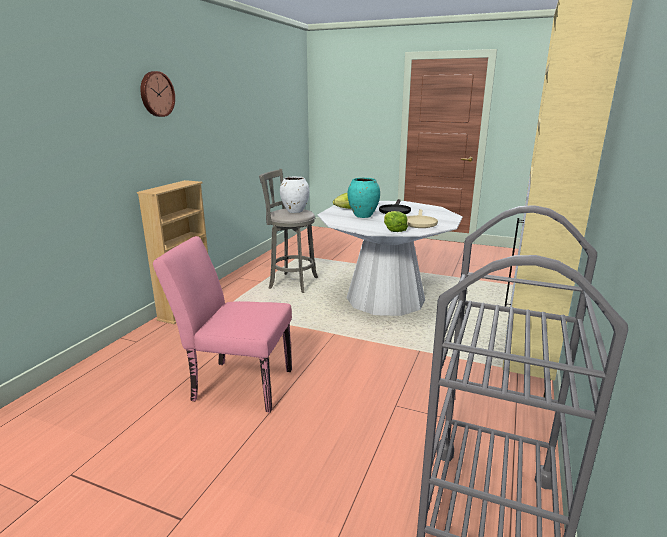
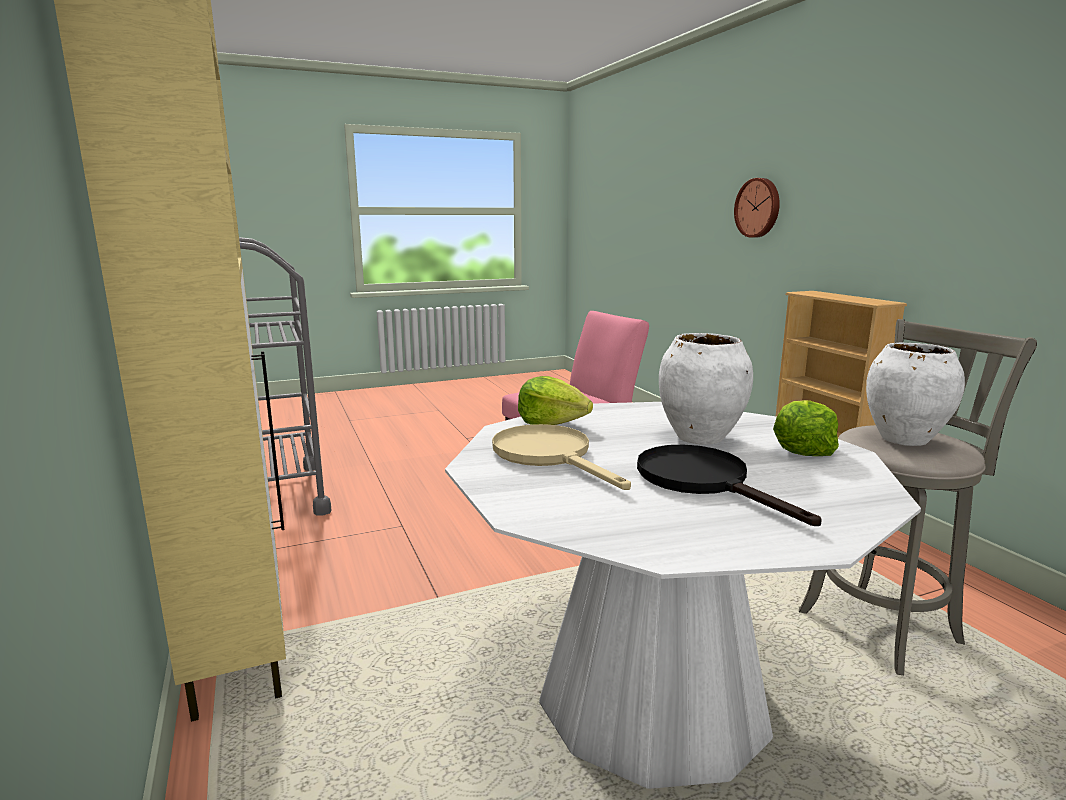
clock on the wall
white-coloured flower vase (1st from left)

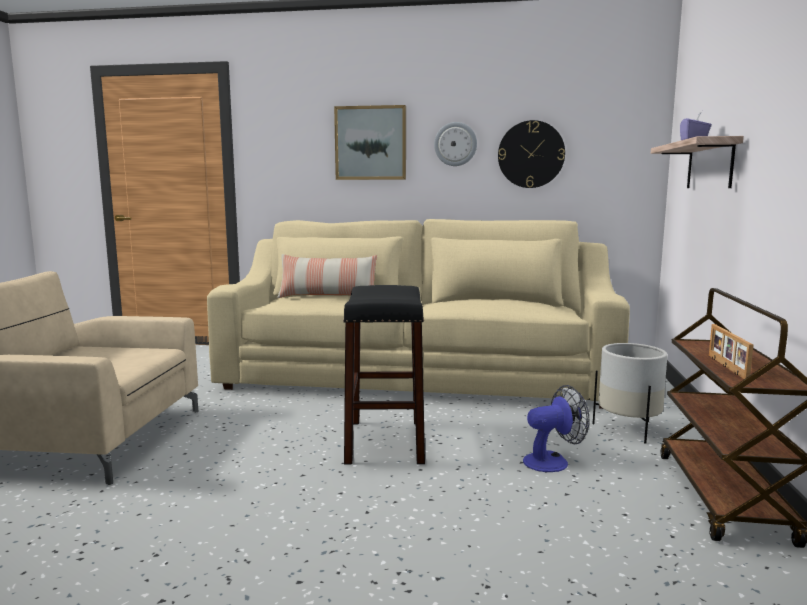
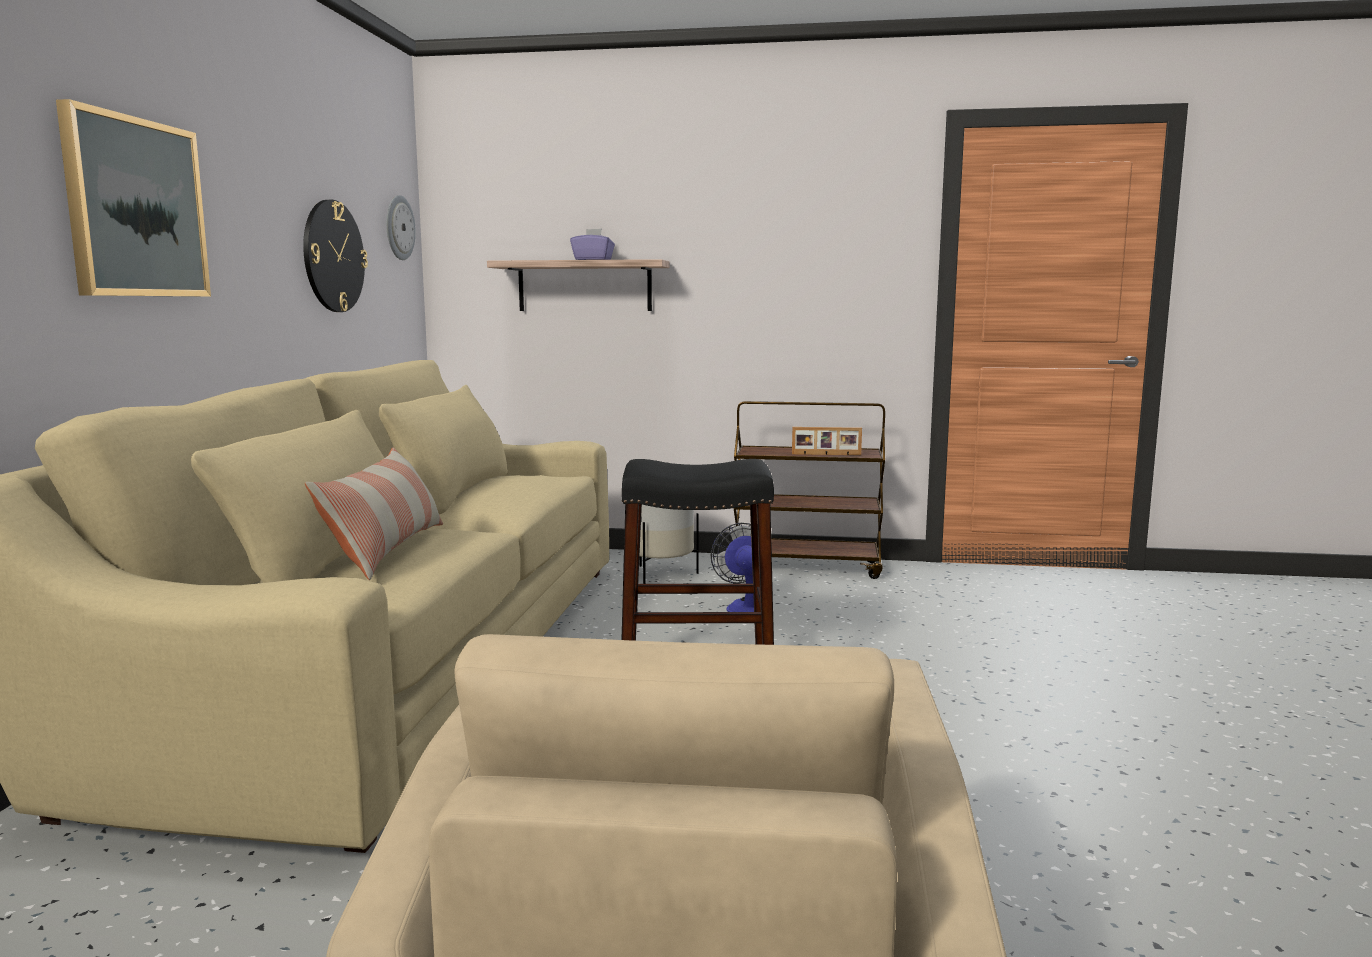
clock on the wall (2nd from left)

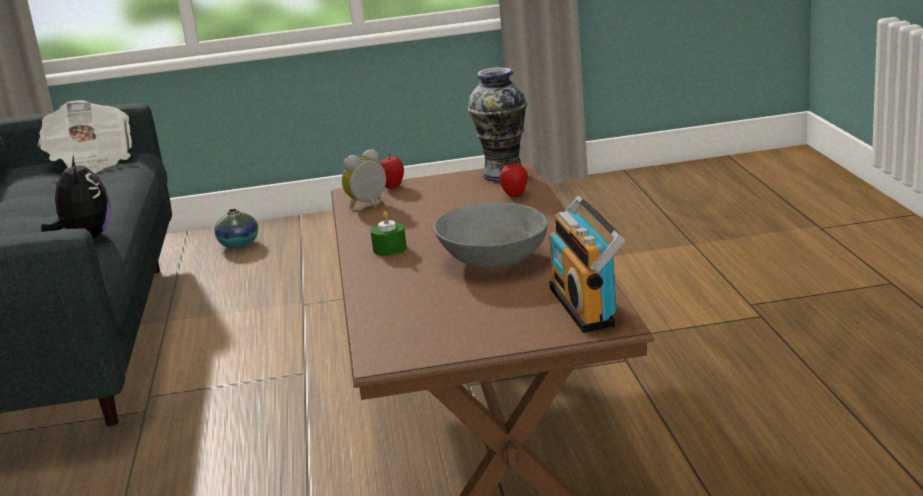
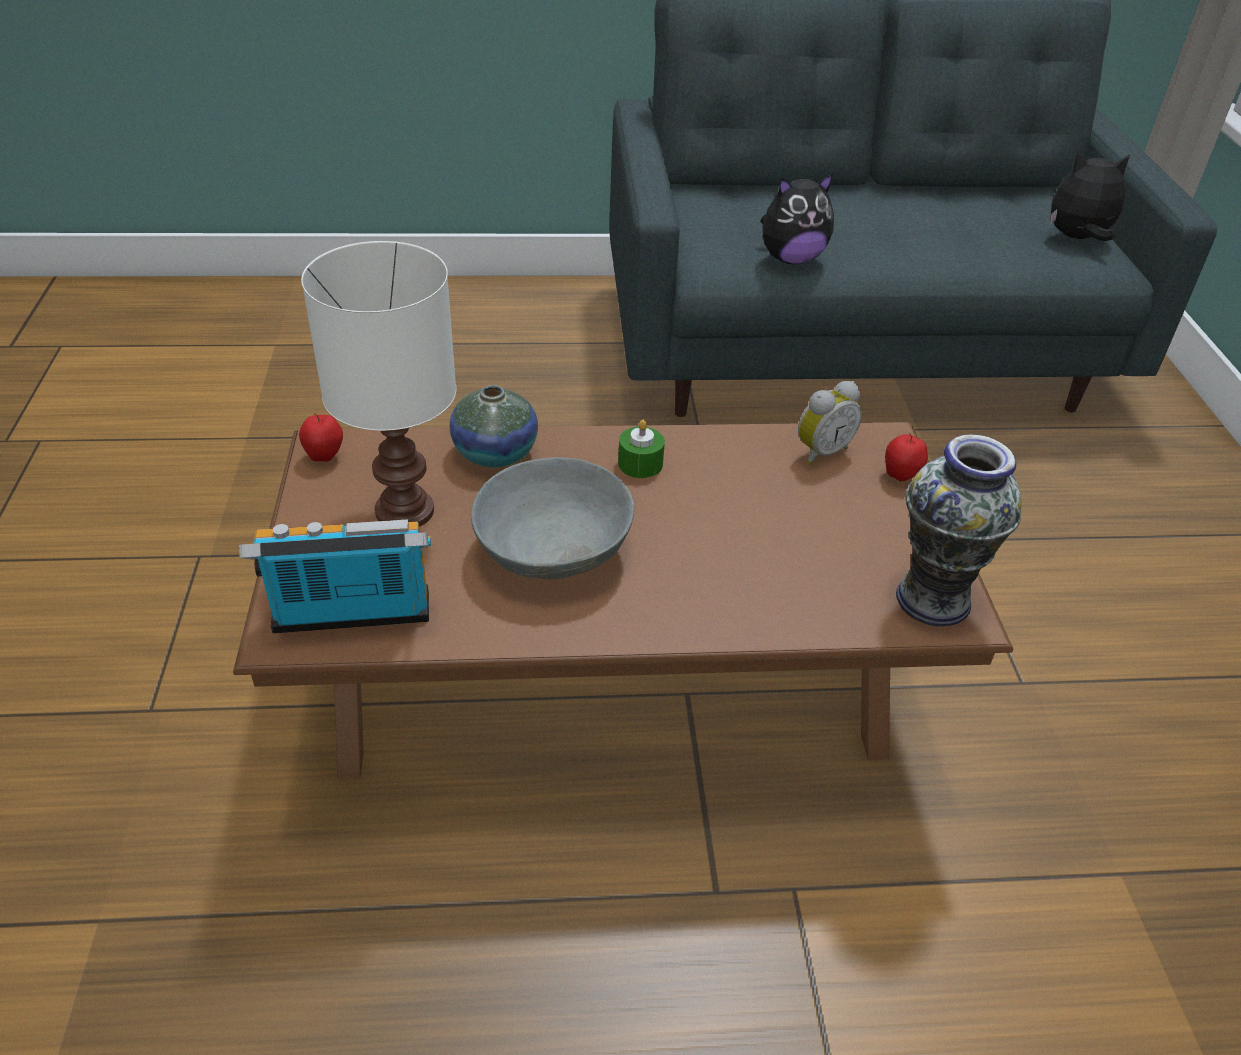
white-coloured tabletop lamp
flower vase (1st from left)
apple fruit (1st from left)
soft toy (2nd from left)
table clock

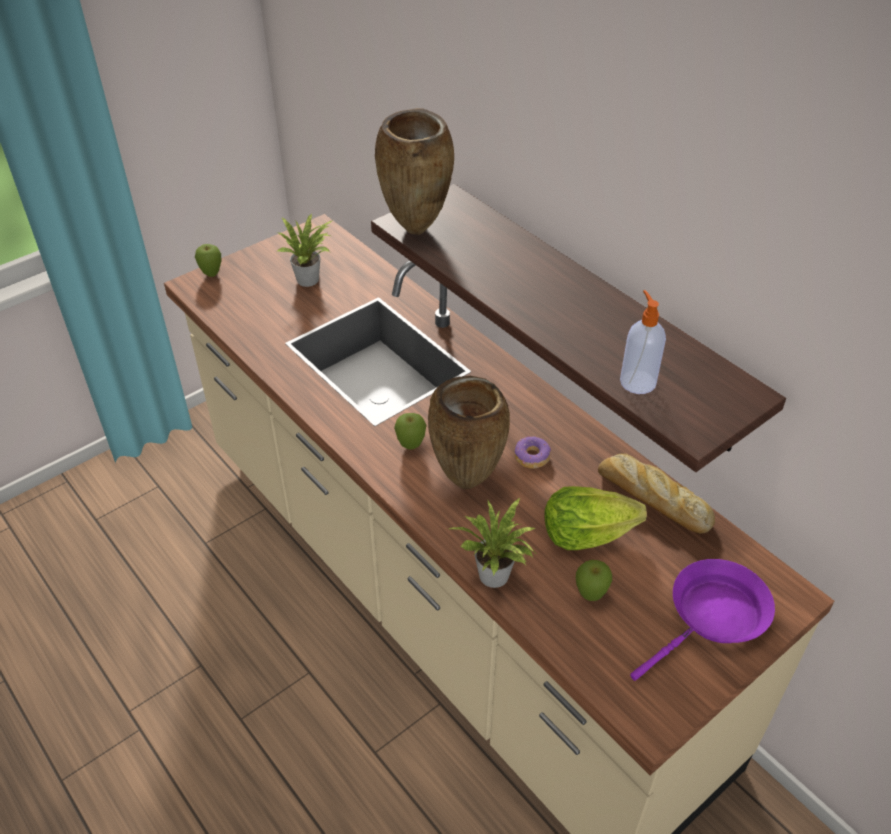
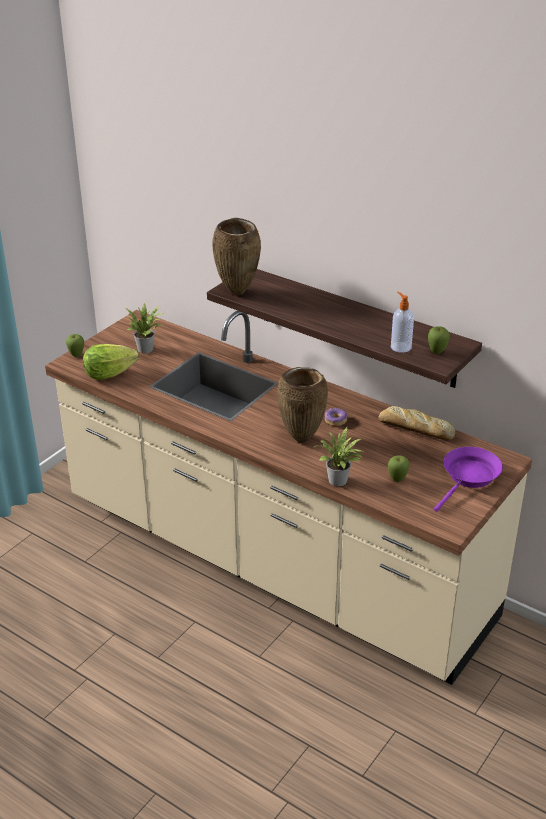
apple fruit (3rd from left)
lettuce head

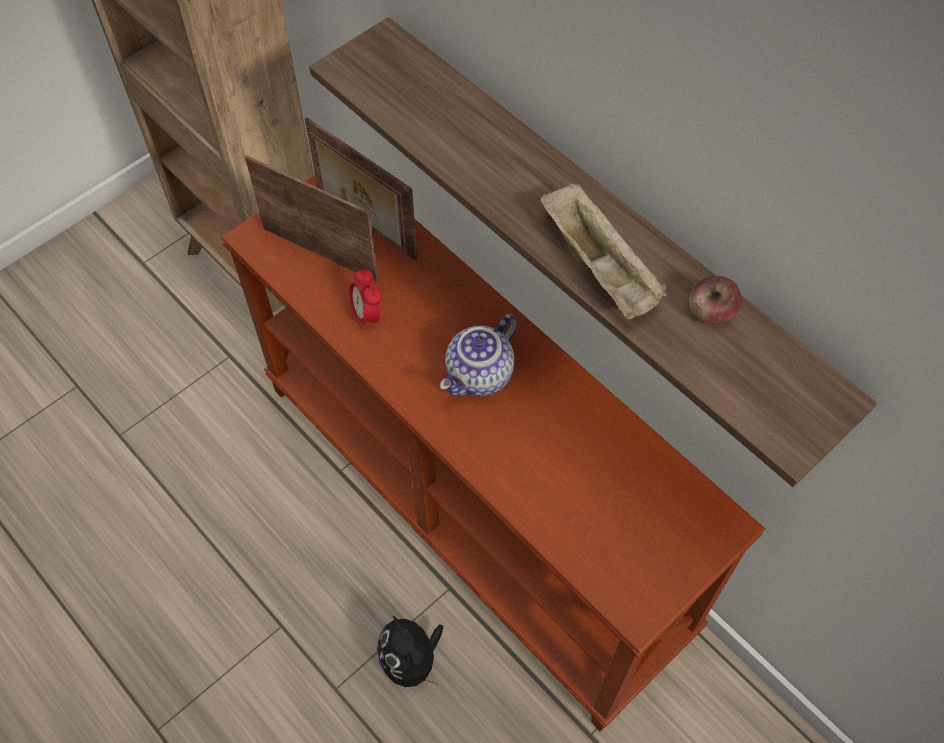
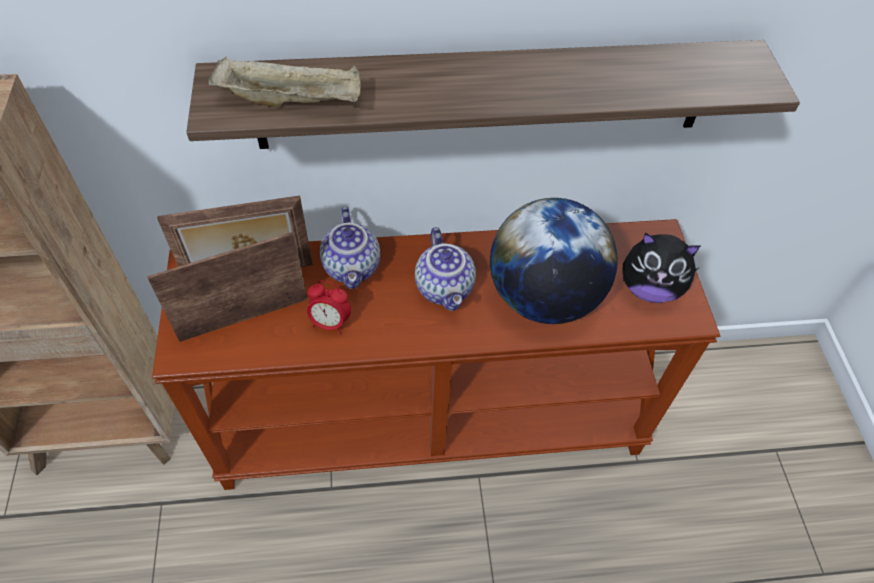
apple fruit
tea pot (1st from left)
desk globe
soft toy
beige-coloured serving tray

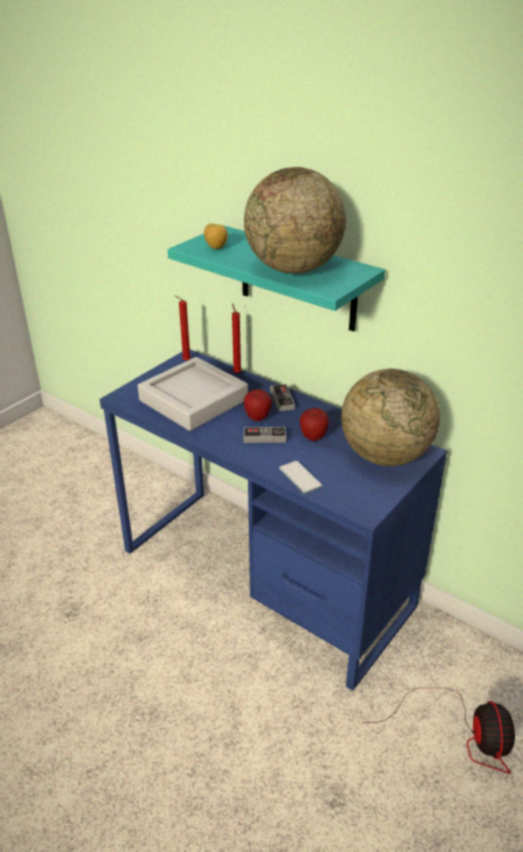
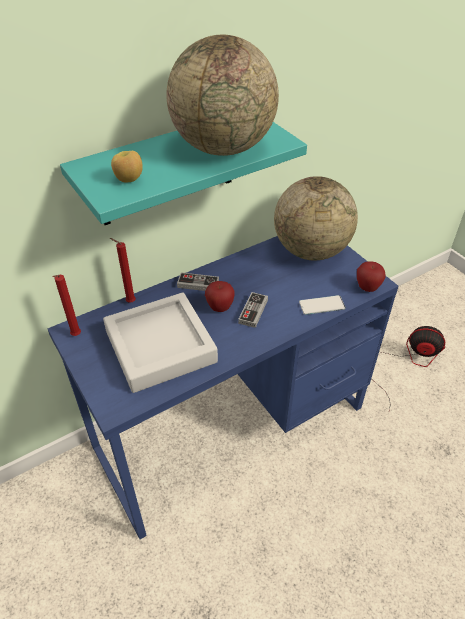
apple fruit (3rd from left)

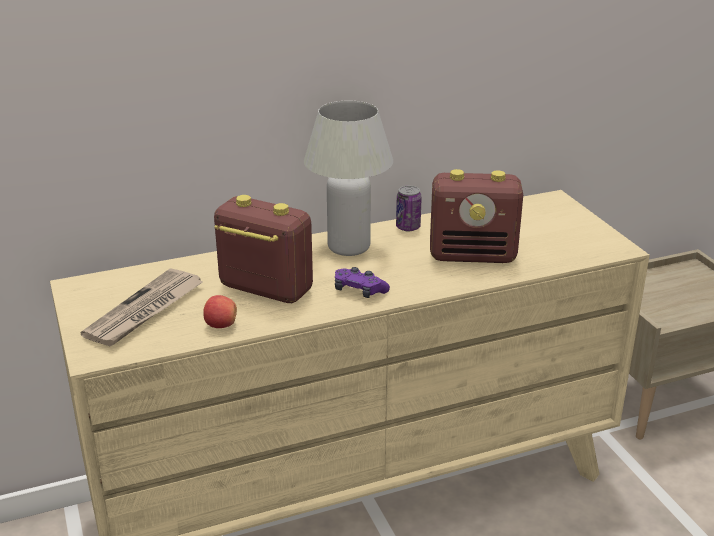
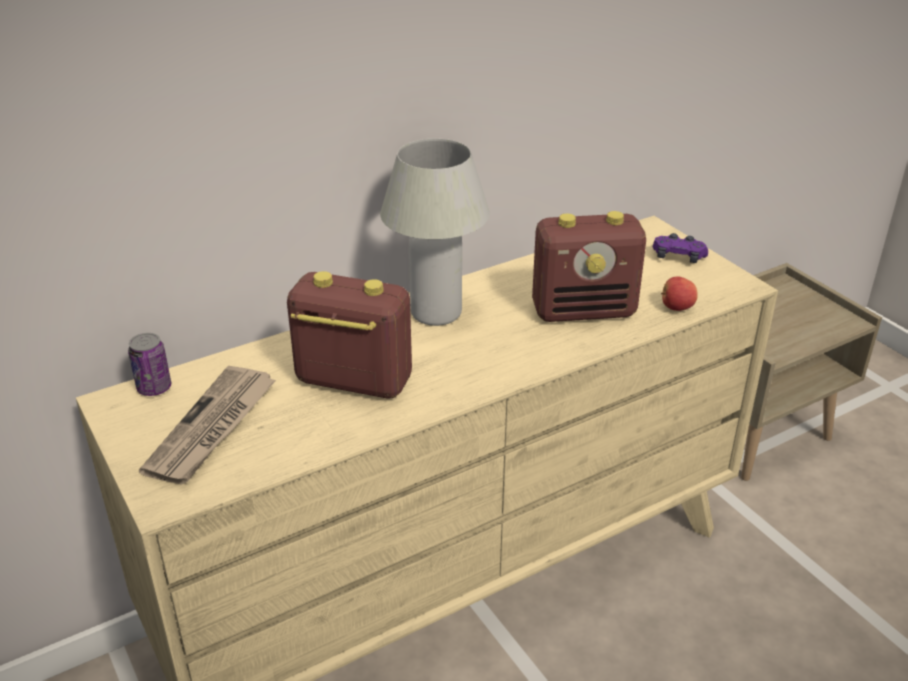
apple fruit
purplish joypad
sealed can

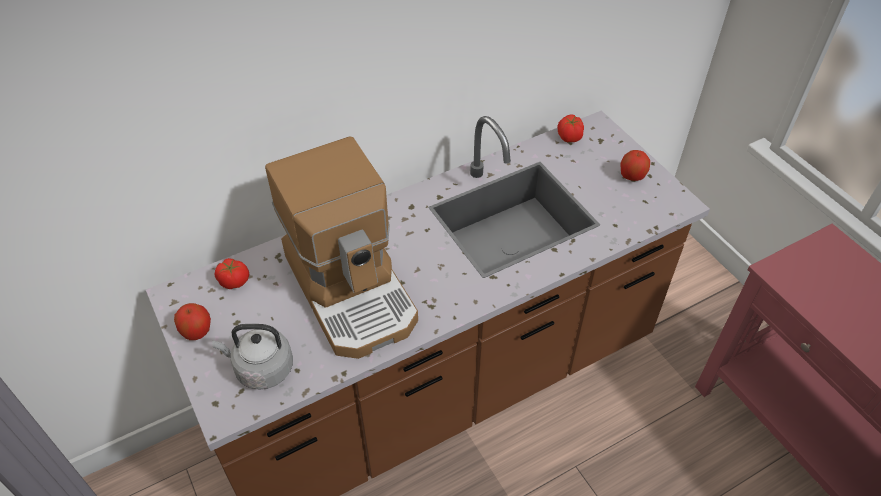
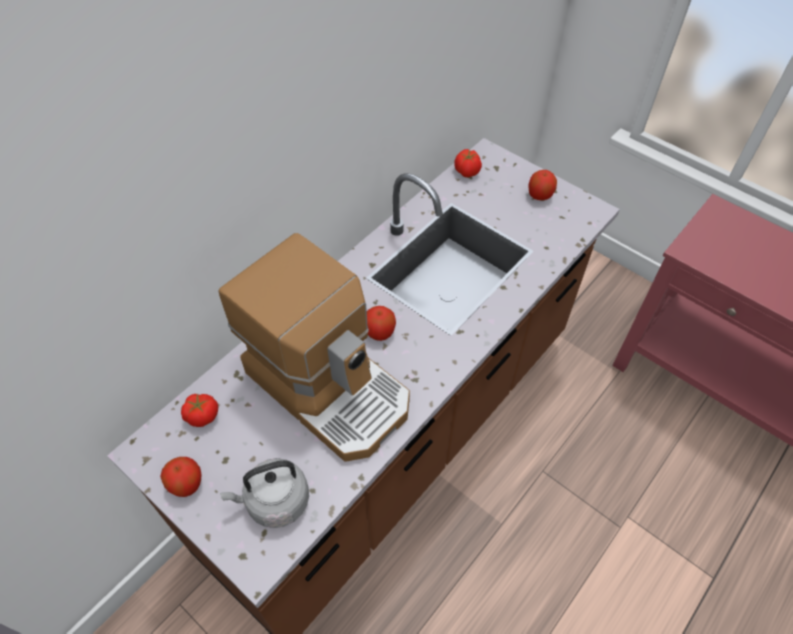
apple fruit (2nd from left)

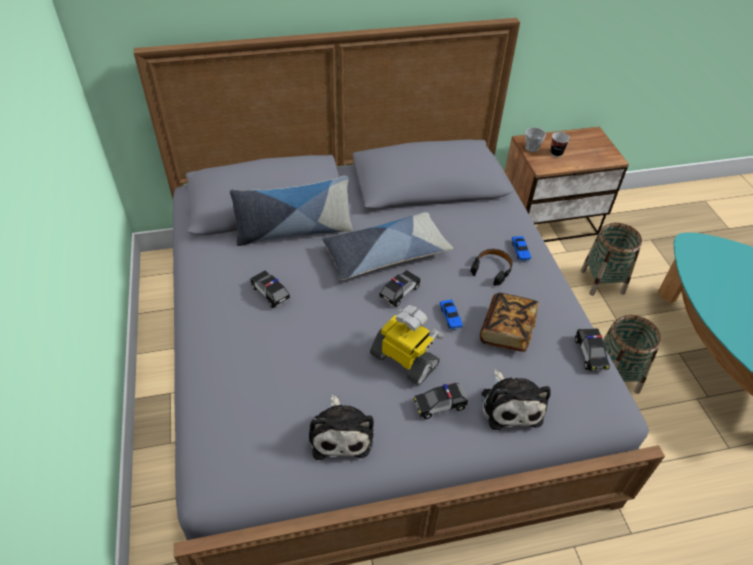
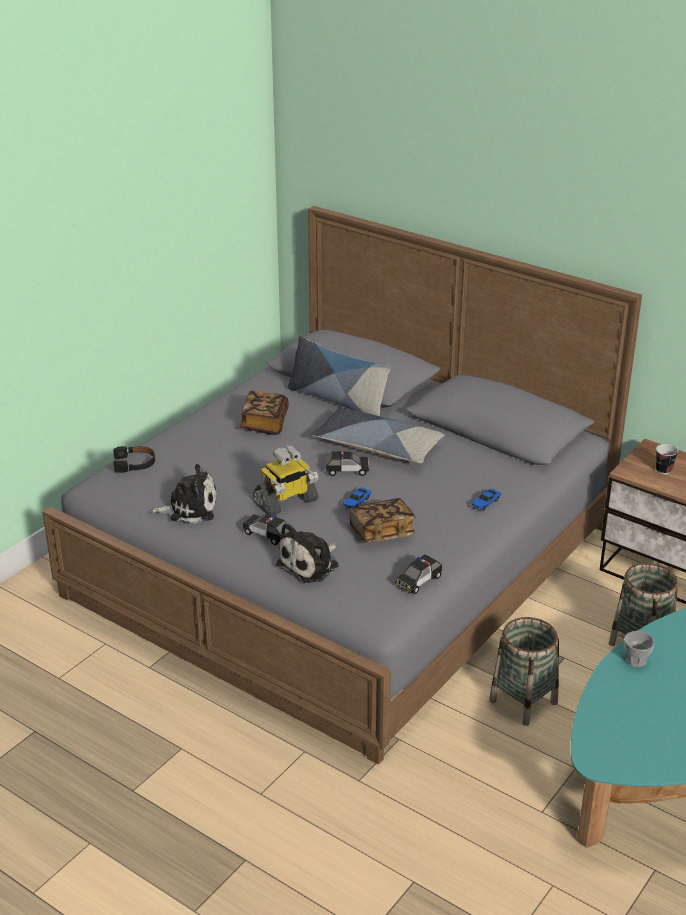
black-coloured headset
drinking cup (1st from left)
volume (1st from left)
soft toy (1st from left)
robot figure

